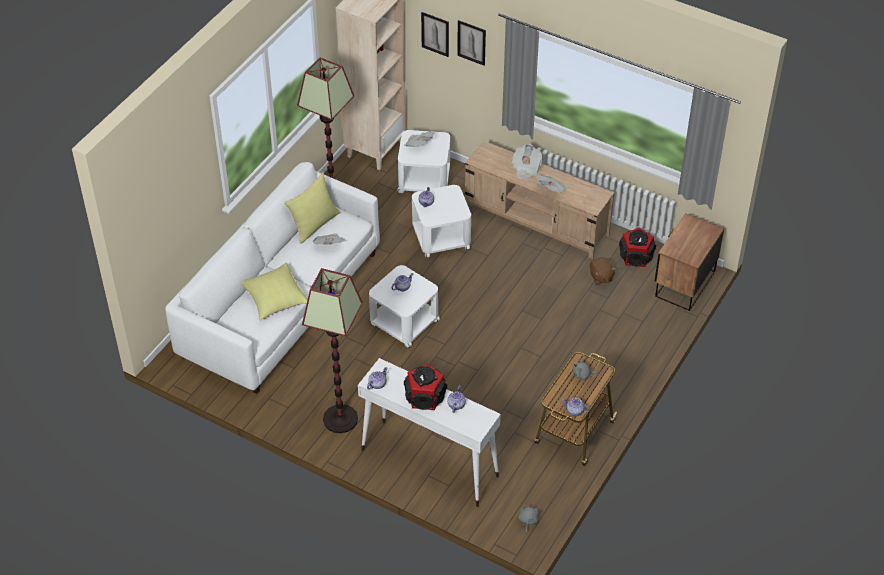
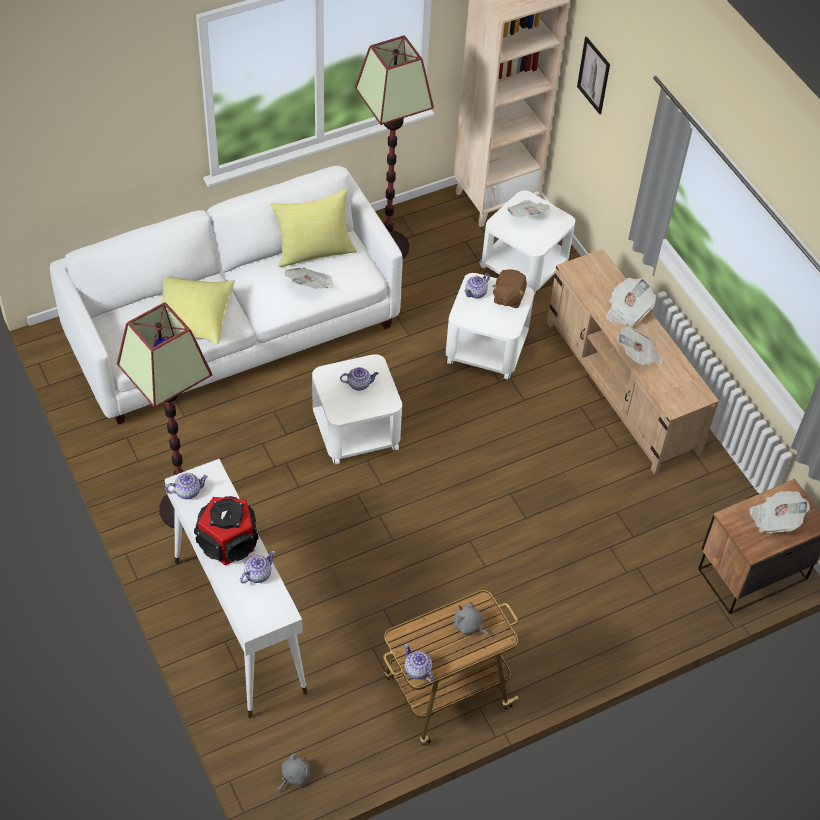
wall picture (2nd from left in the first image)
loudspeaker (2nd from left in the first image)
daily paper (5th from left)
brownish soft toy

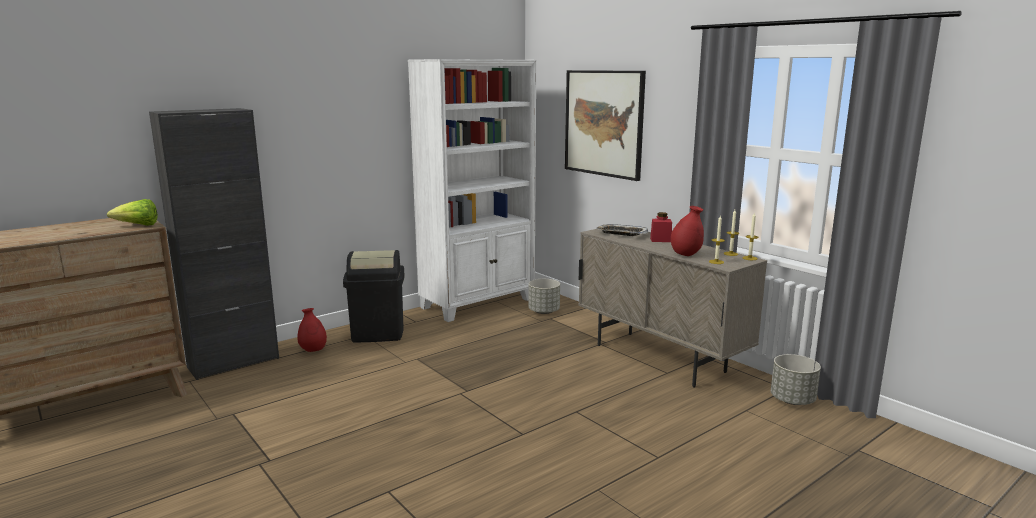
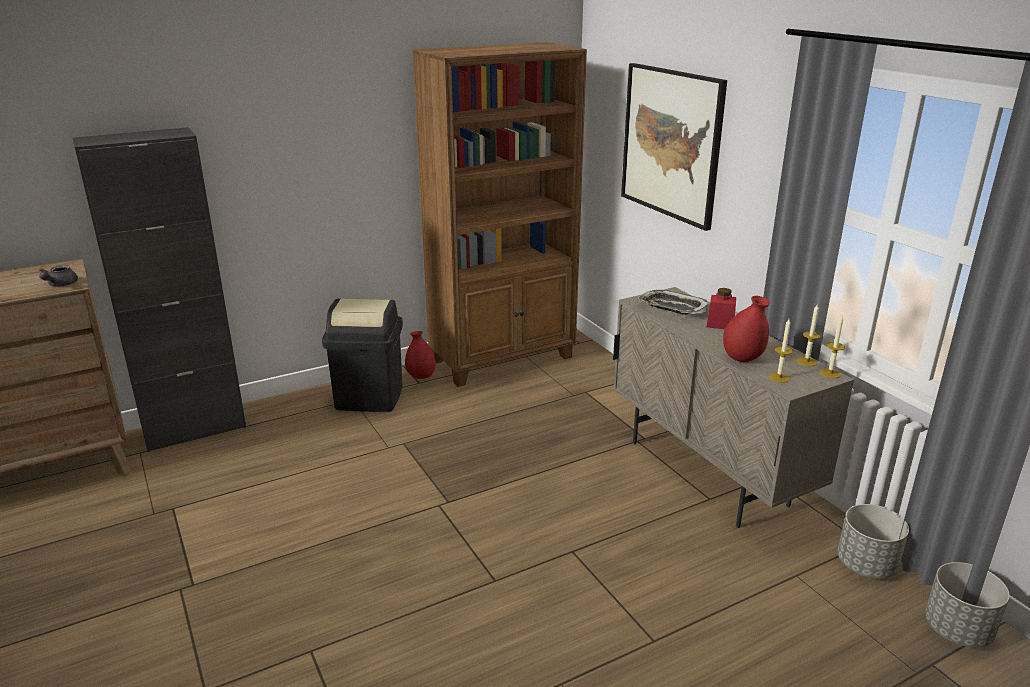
reddish flower vase (1st from left)
greyish flower pot (2nd from left)
greyish tea pot
brownish shelving unit

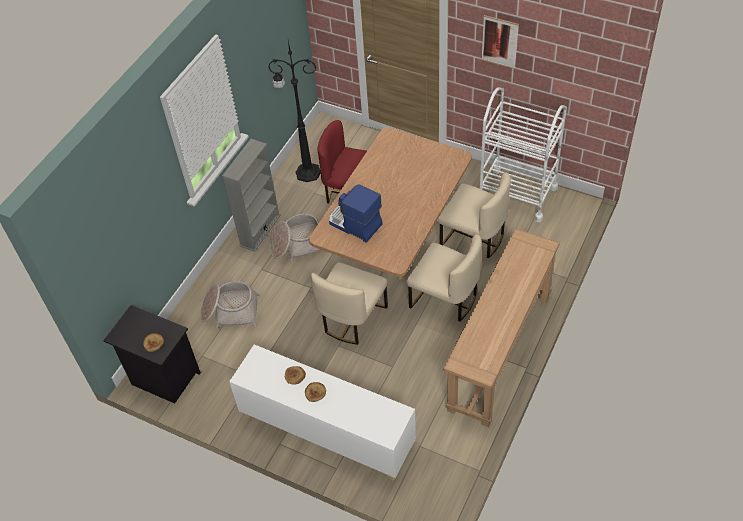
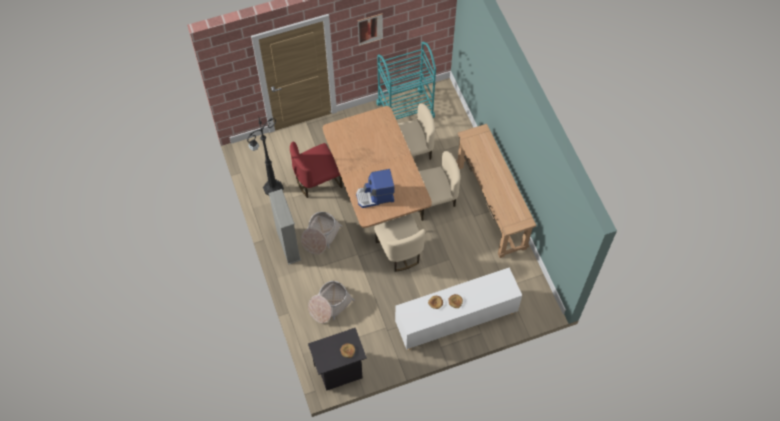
blue-green cart

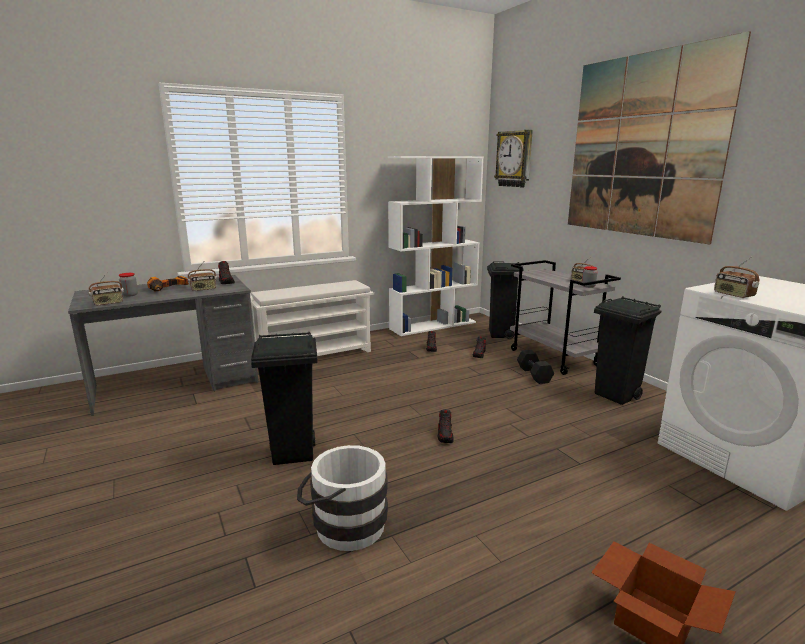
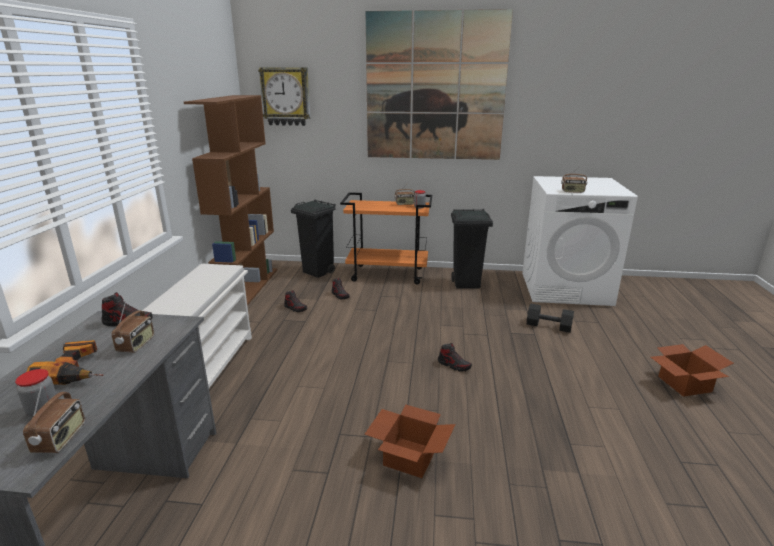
white-coloured bucket
black-coloured dumbbell
packing box (1st from left)
brownish shelving unit
orangey cart

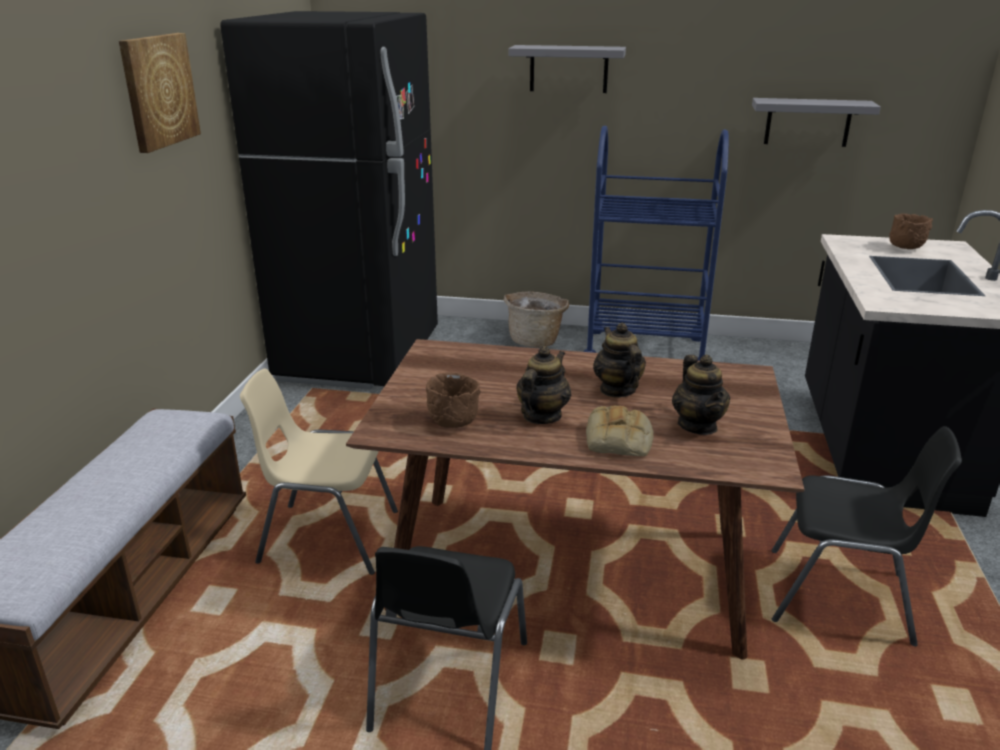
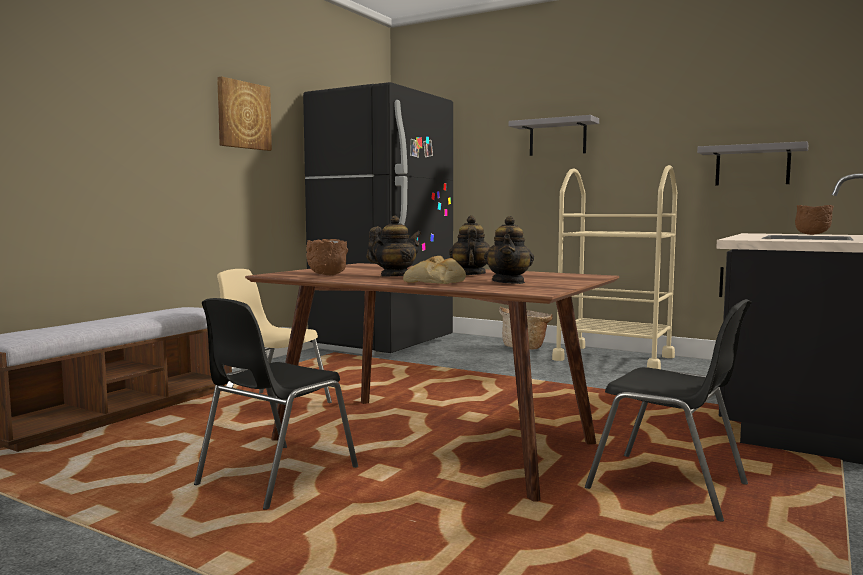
beige-coloured cart

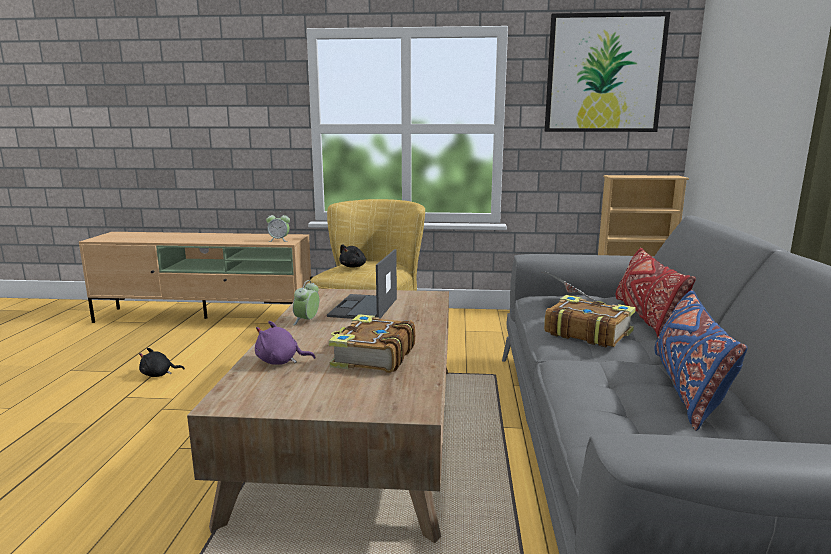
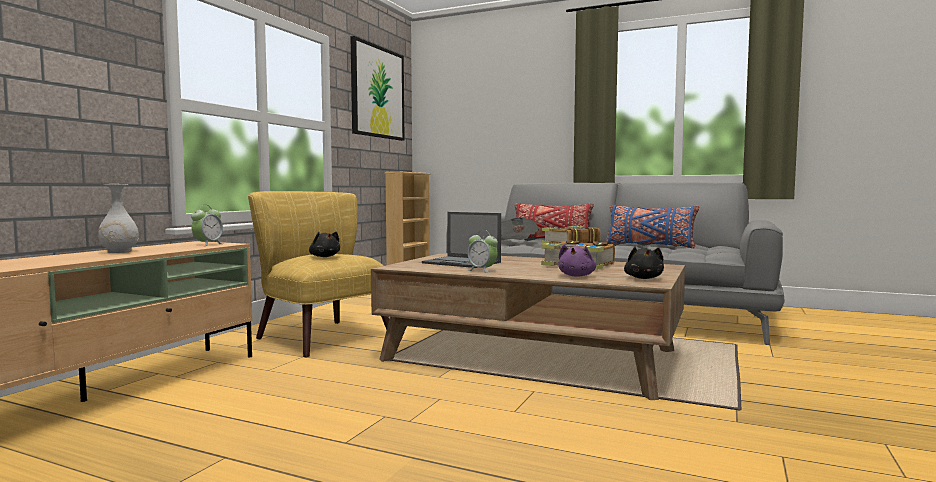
white-coloured flower vase
black-coloured soft toy (2nd from left)

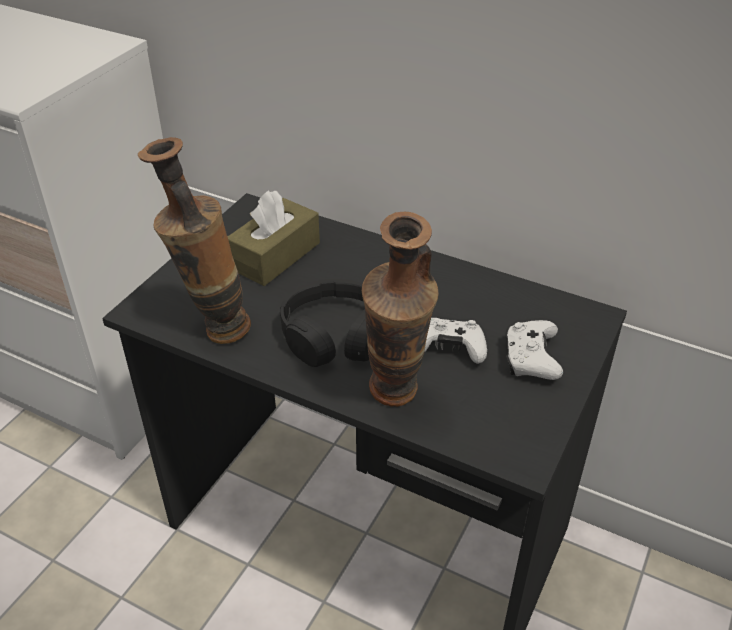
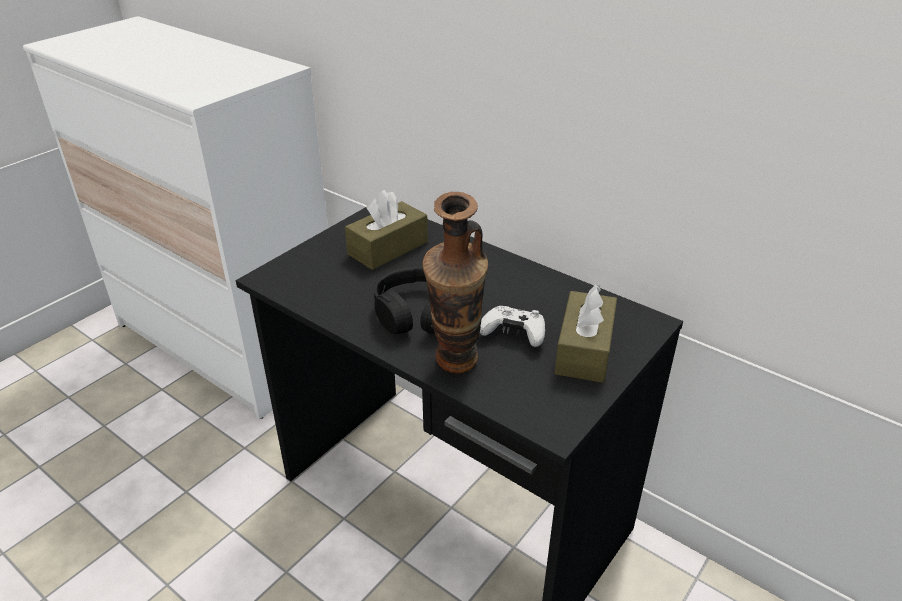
flower vase (1st from left in the first image)
brownish box of tissues (2nd from left)

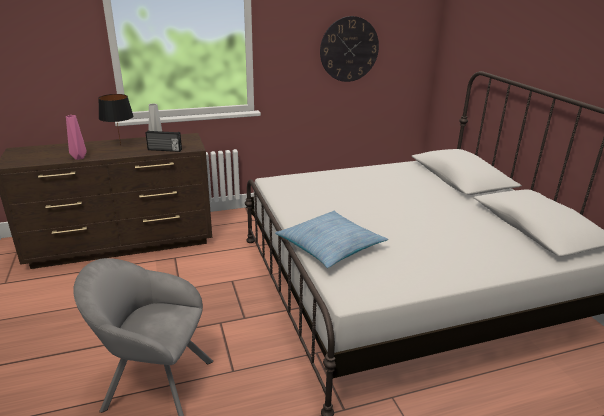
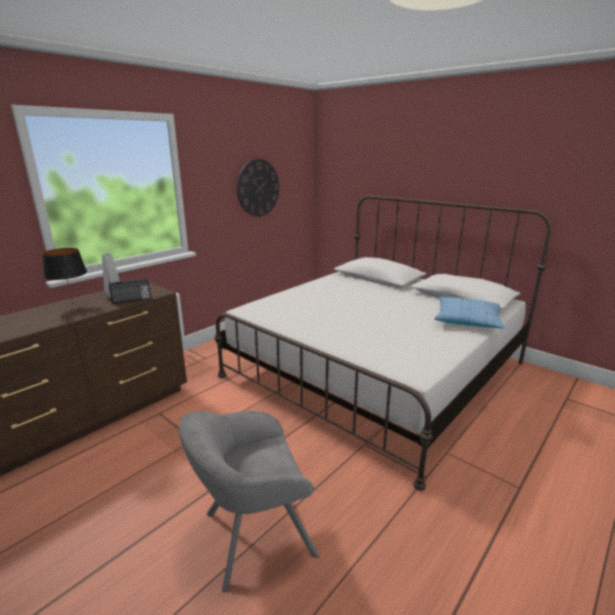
pink-coloured flower vase
cushion

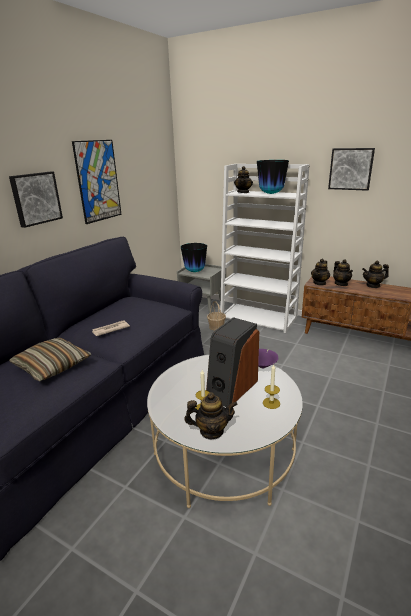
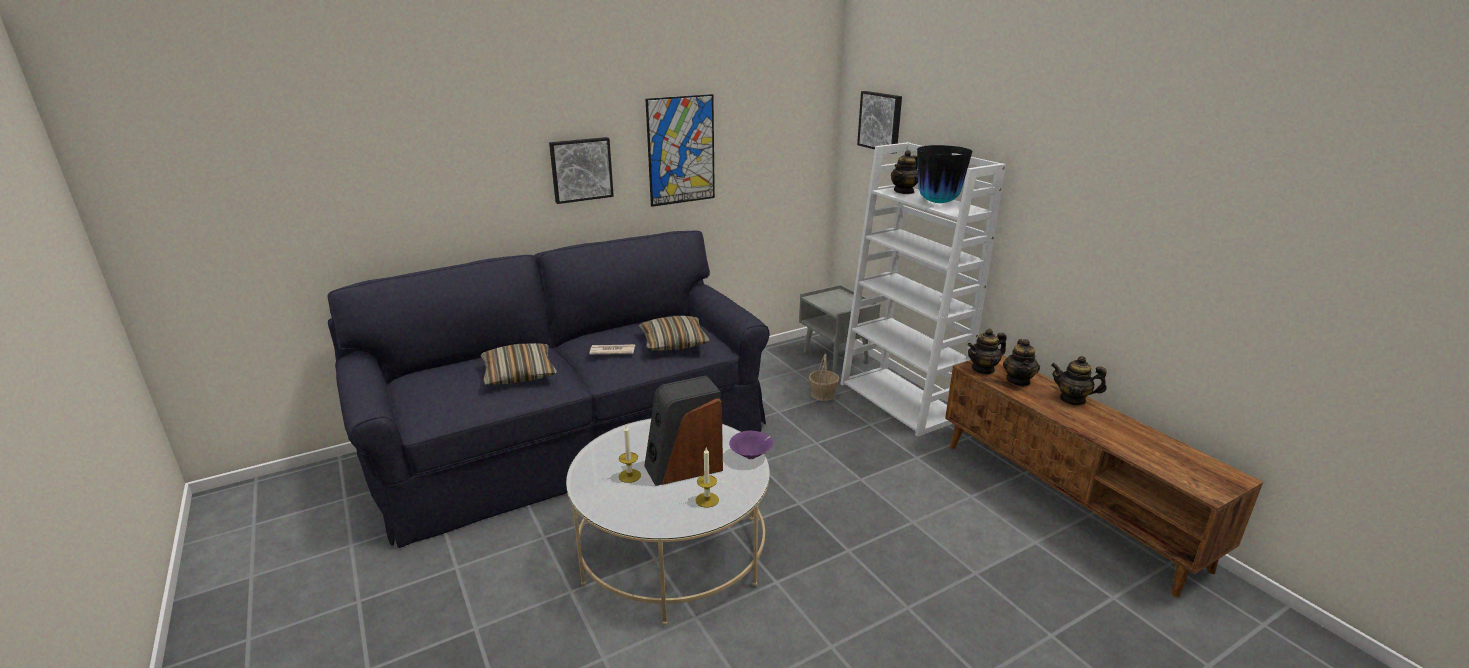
flower vase (1st from left in the first image)
tea pot (1st from left in the first image)
cushion (2nd from left)
wall picture (3rd from left)

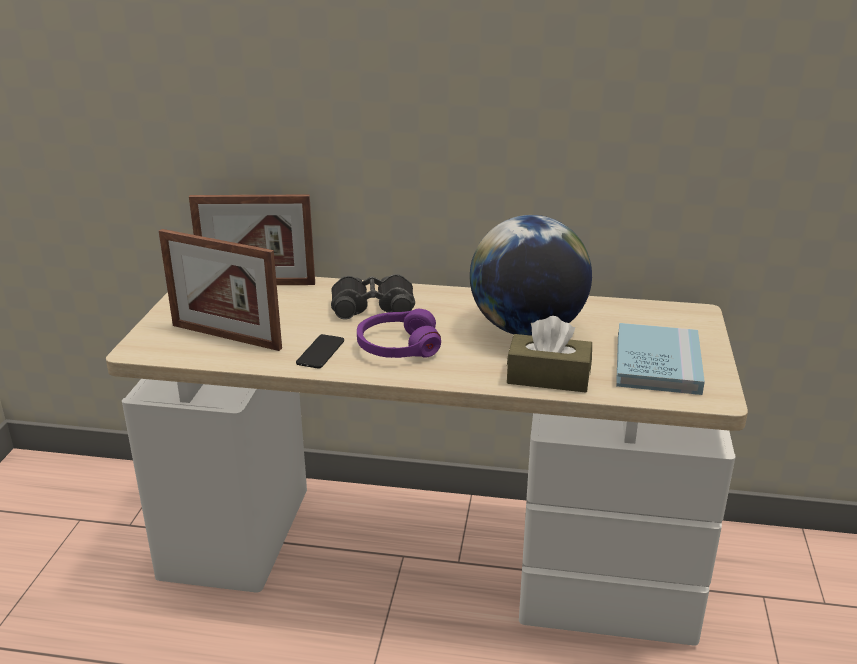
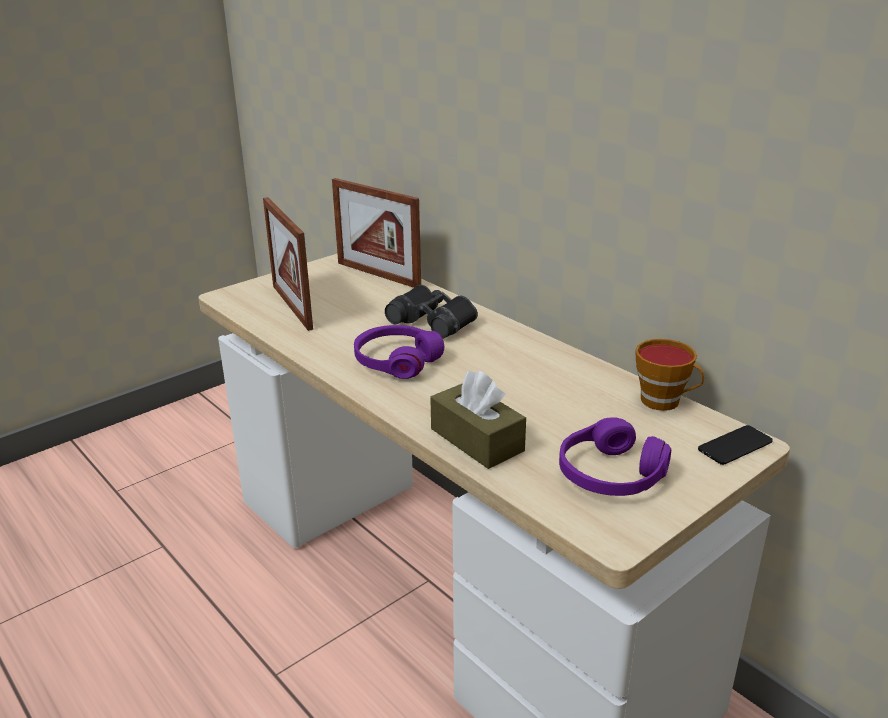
desk globe
drinking cup
telephone
purplish headset (2nd from left)

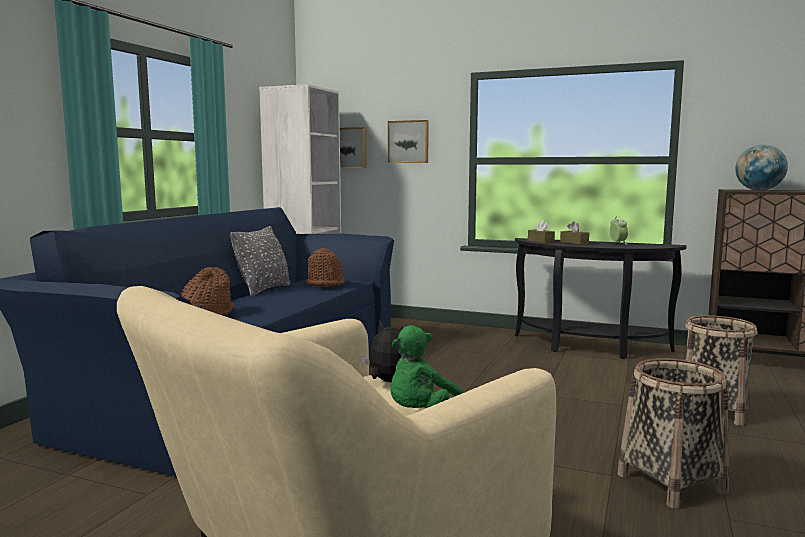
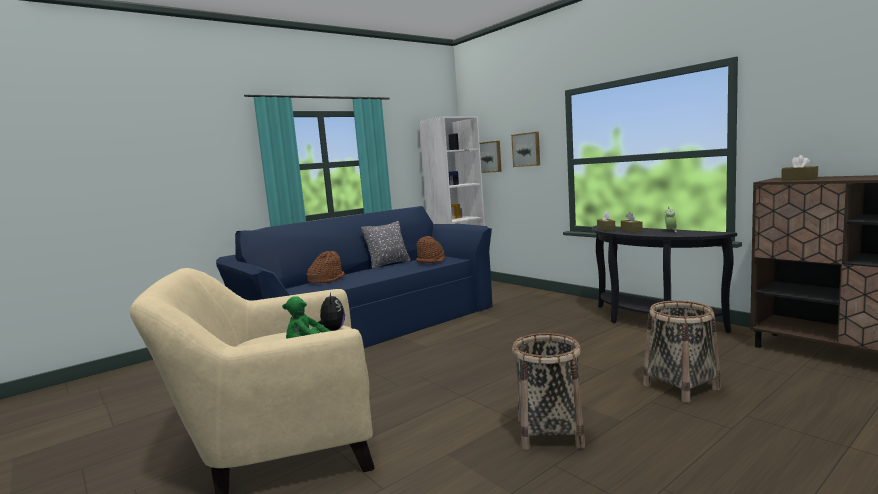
brownish box of tissues (3rd from left)

